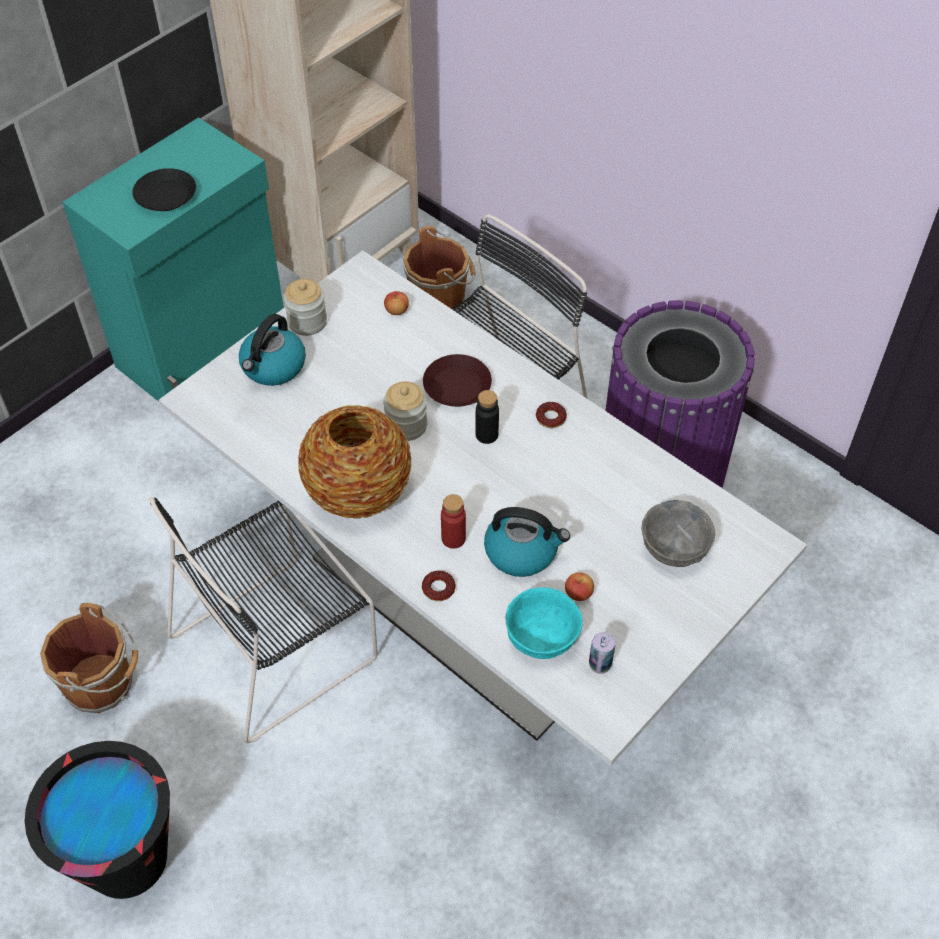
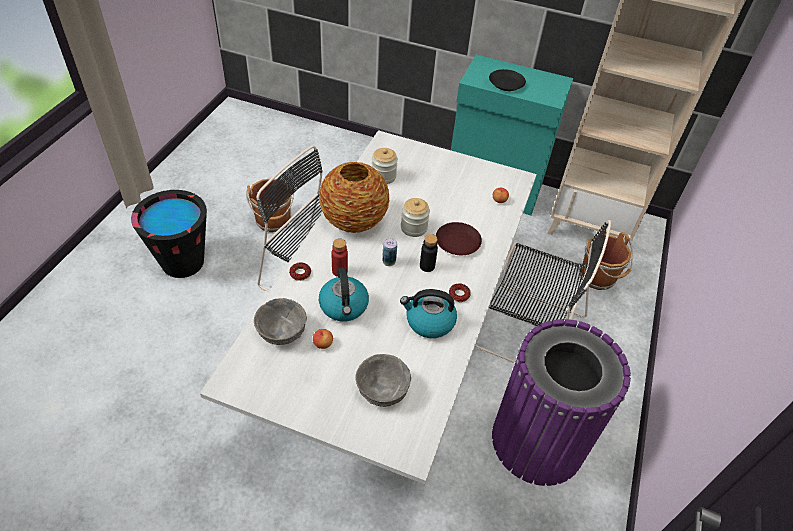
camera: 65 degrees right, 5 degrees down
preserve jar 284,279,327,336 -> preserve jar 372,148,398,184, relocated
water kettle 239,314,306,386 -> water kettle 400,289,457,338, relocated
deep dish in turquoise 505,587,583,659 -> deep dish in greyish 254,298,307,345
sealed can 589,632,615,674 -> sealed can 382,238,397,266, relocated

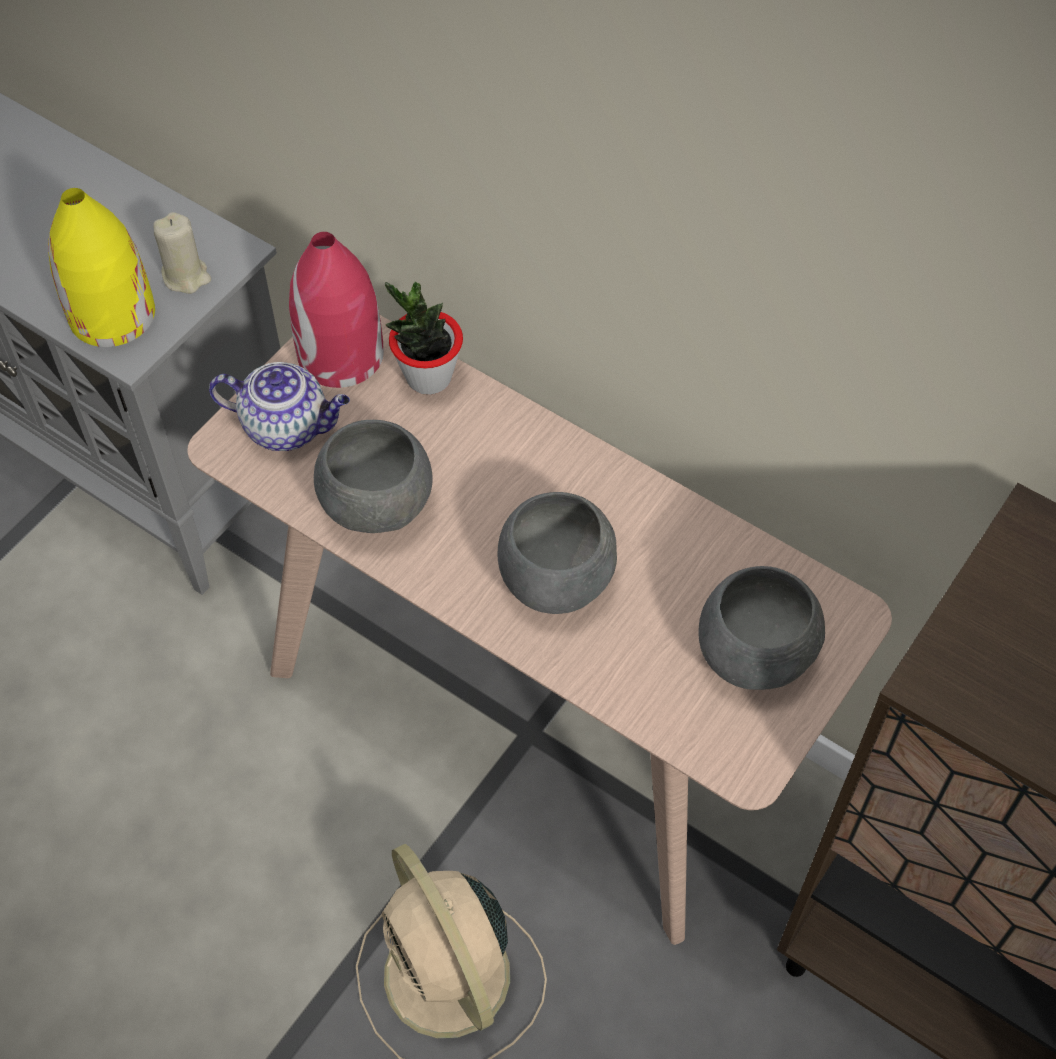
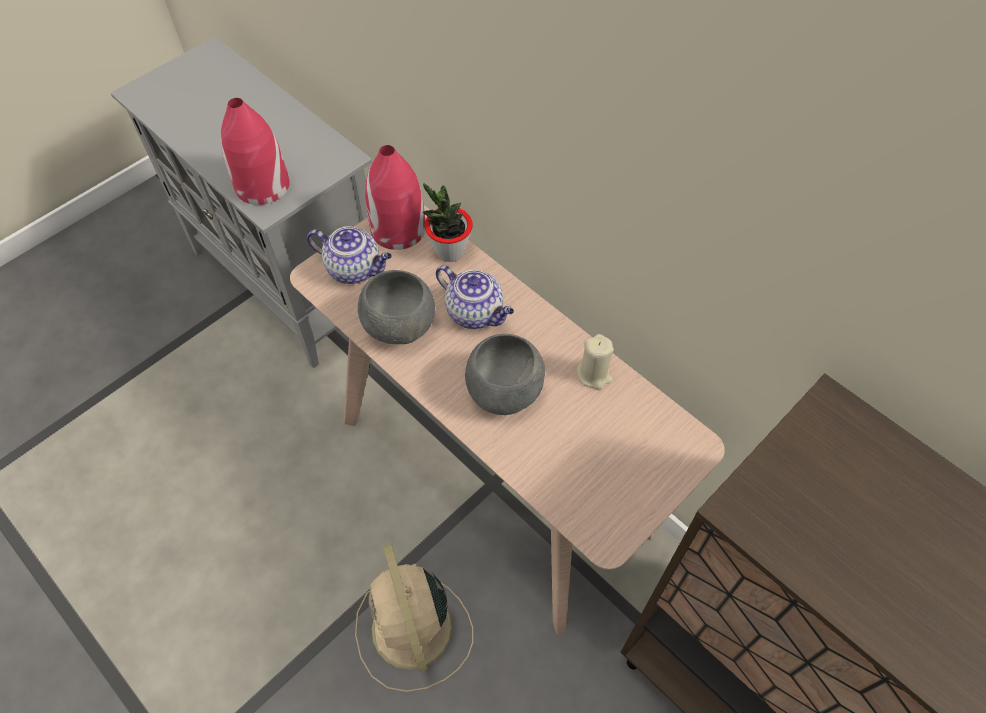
camera: 10 degrees right, 0 degrees up
vase in yellow-coloured 48,188,155,347 -> vase in red-coloured 220,98,290,205
wax candle in sand-coloured 153,212,211,294 -> wax candle in sand-coloured 577,334,614,390, relocated
deep dish in greyish 698,566,825,690 -> none
none -> tea pot 436,265,514,329

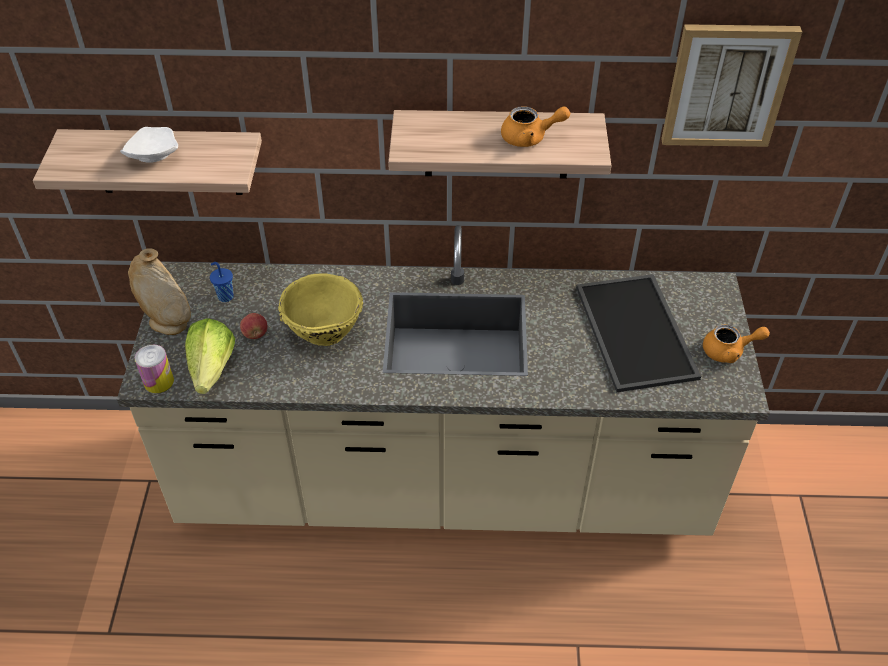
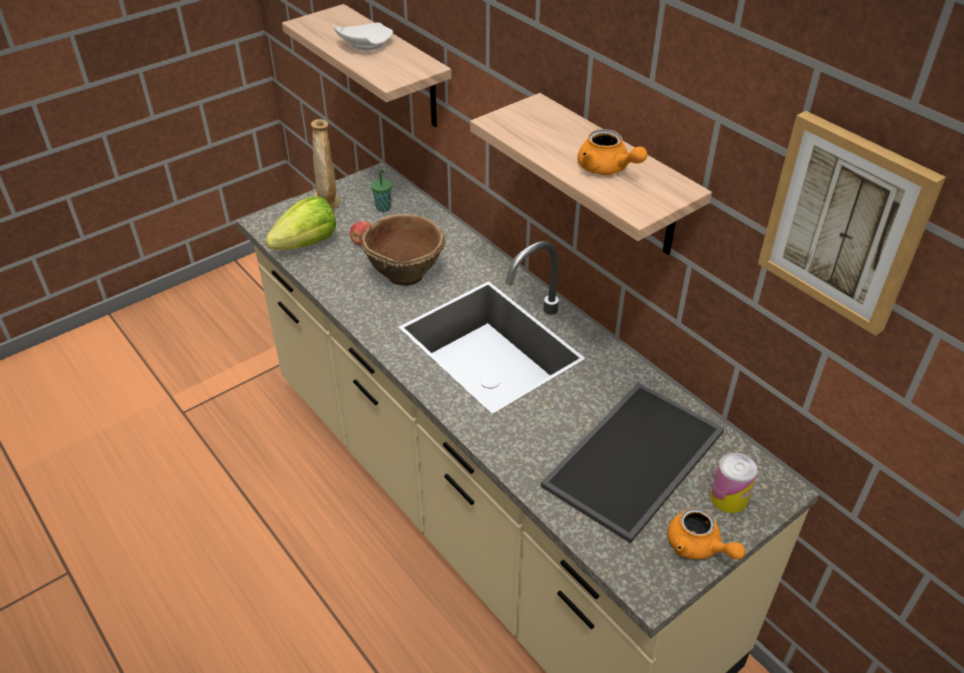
camera: 50 degrees right, 5 degrees down
small cup in blue-coloured 210,262,234,302 -> small cup in green-coloured 371,169,392,212
deep dish in yellow-coloured 278,273,363,346 -> deep dish in brownish 361,214,446,286
sealed can 135,345,174,393 -> sealed can 710,453,758,513, relocated

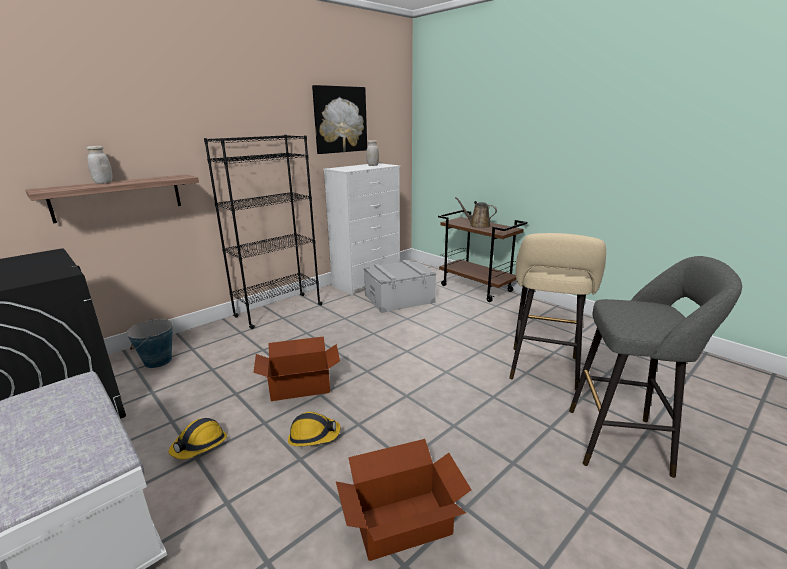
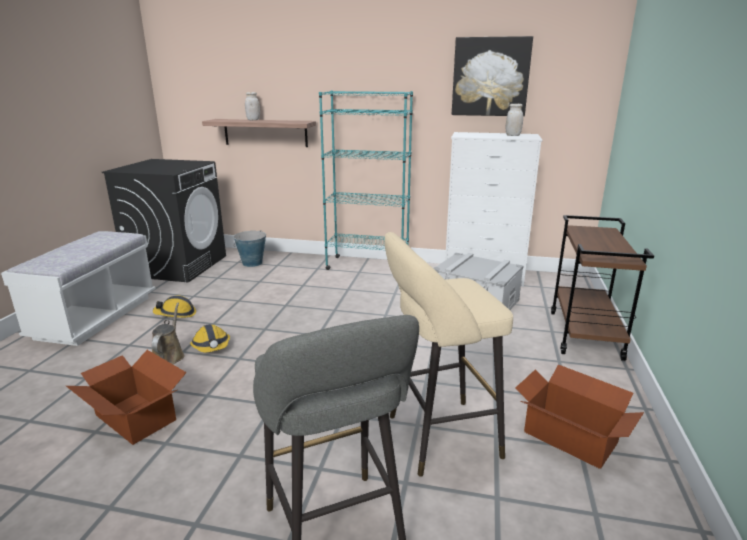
camera: 55 degrees right, 0 degrees up
bookshelf in blackish 204,135,323,329 -> bookshelf in turquoise 319,90,413,270
sprinkling can in brownish 455,197,497,228 -> sprinkling can in brownish 152,303,185,364, relocated
packing box 253,336,340,401 -> packing box 516,364,644,469, relocated

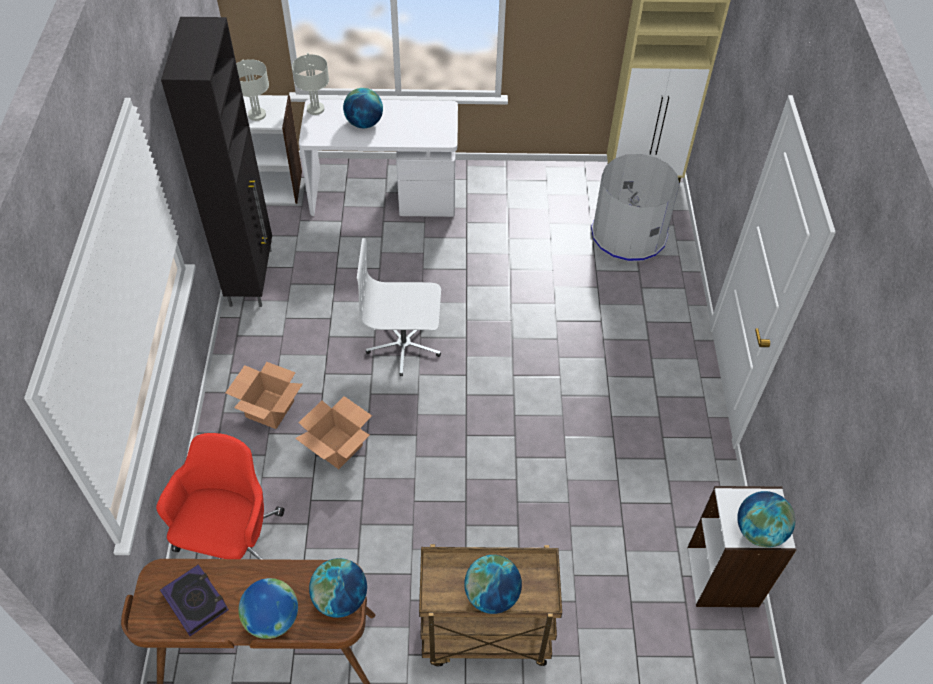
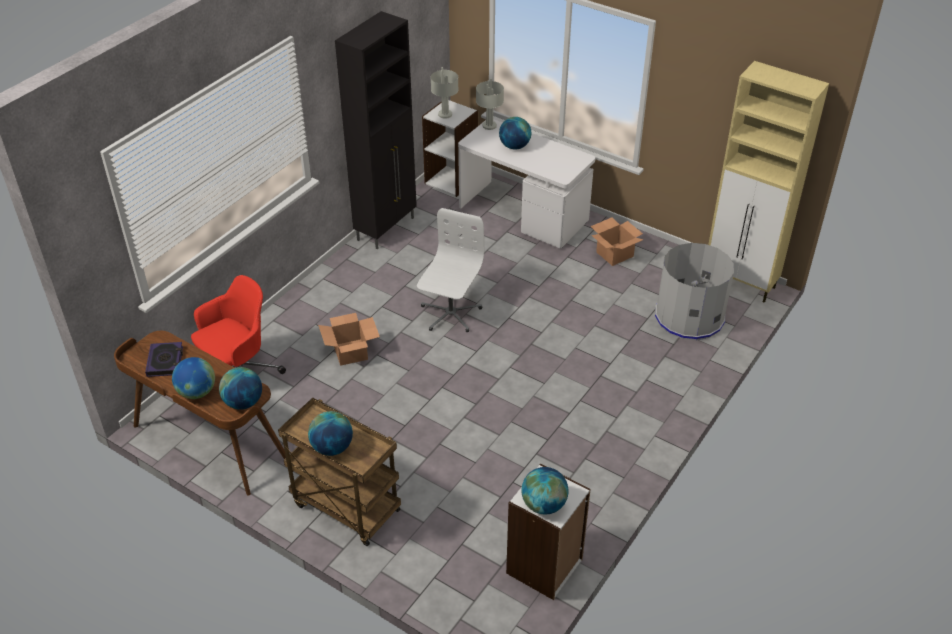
camera: 35 degrees right, 10 degrees down
office chair in whitish 357,238,441,376 -> office chair in whitish 417,208,484,332, 75 degrees clockwise
packing box 225,362,303,429 -> packing box 591,217,644,266, relocated

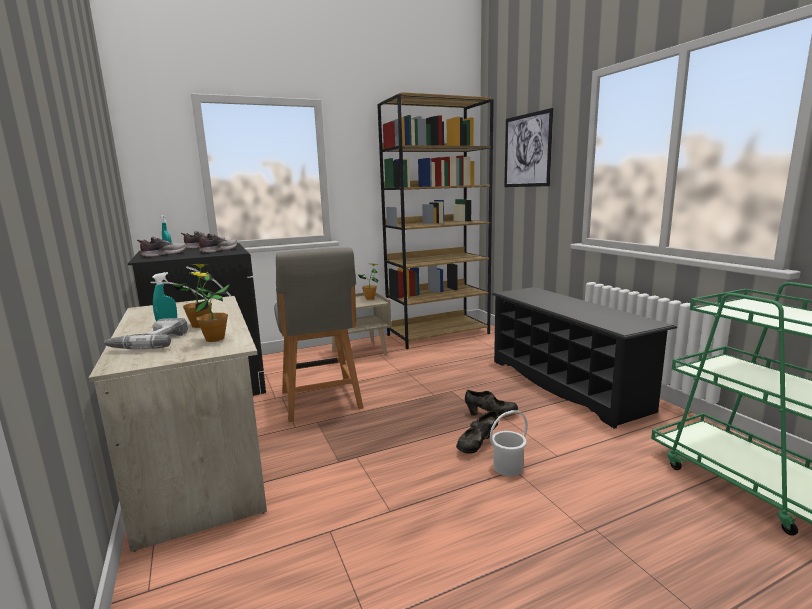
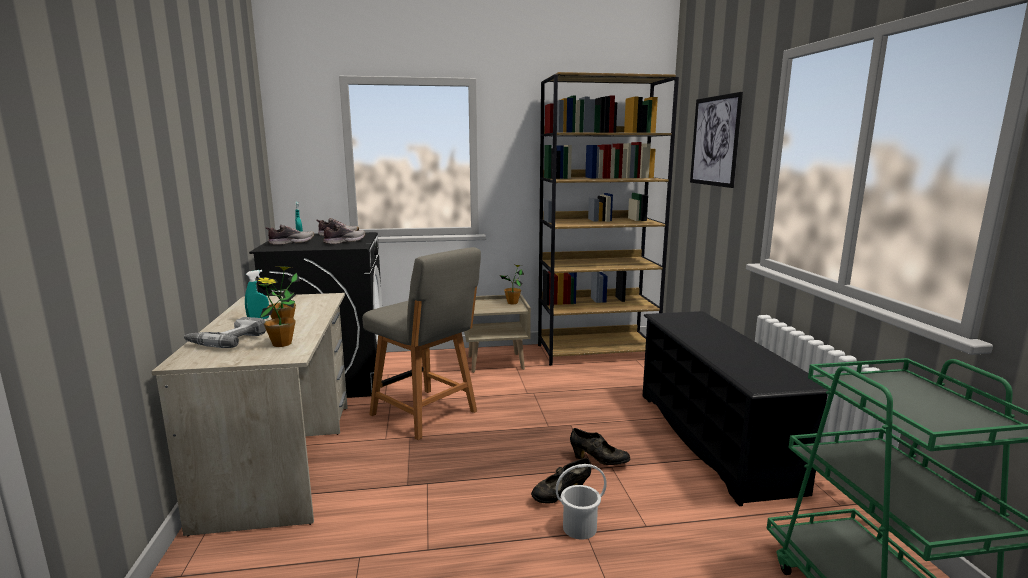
camera: 15 degrees right, 0 degrees up
chair in greyish 274,247,363,422 -> chair in greyish 362,247,481,440, 45 degrees counterclockwise

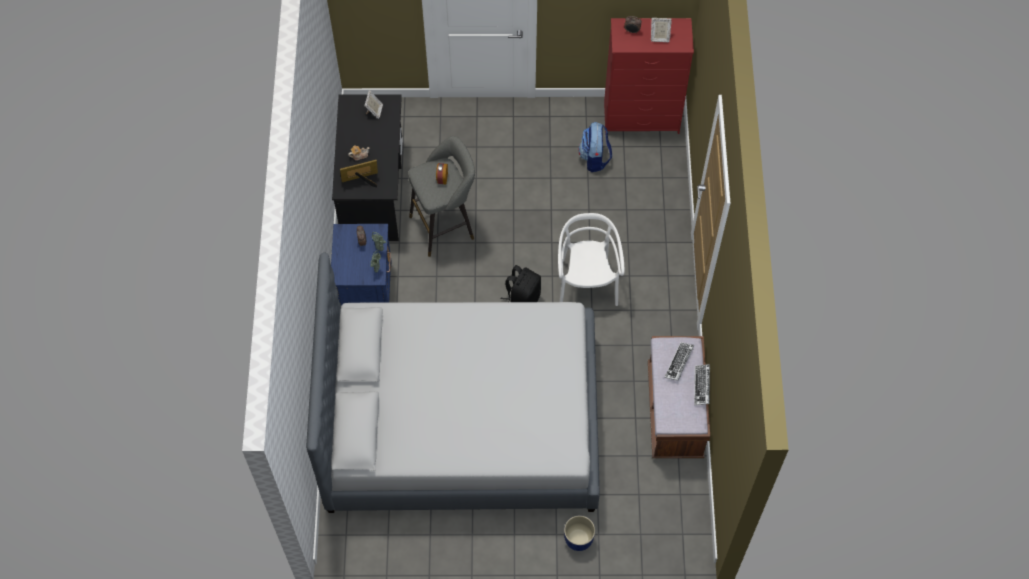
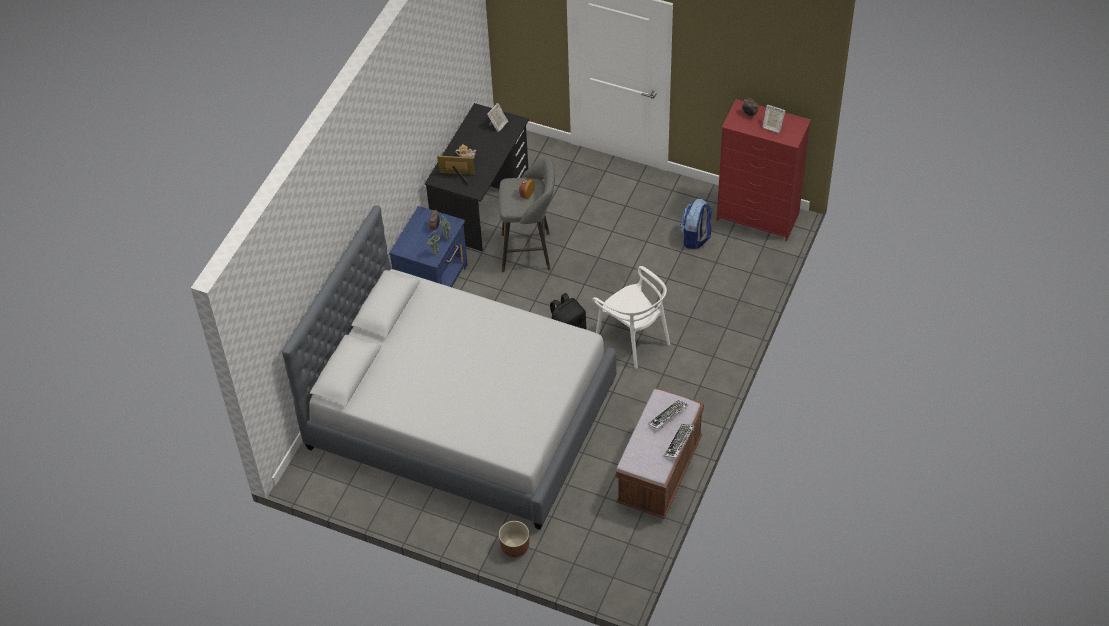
camera: 25 degrees right, 10 degrees down
chair in whitish 558,213,625,306 -> chair in whitish 593,266,670,369, 120 degrees clockwise
flower pot in blue-coloured 564,515,595,551 -> flower pot in brownish 499,521,529,558

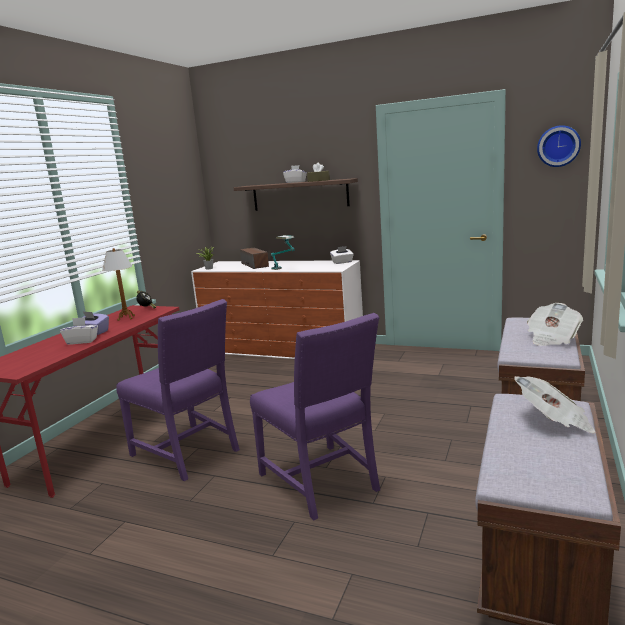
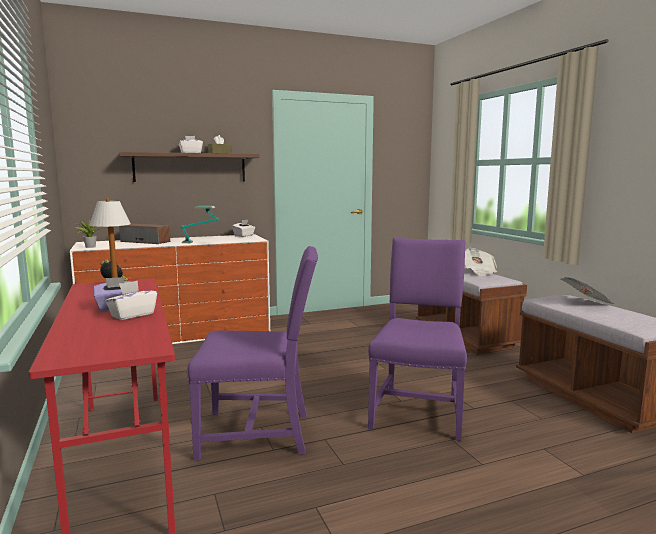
camera: 45 degrees left, 5 degrees down
hanging clock 537,125,581,167 -> none
chair in purplish 250,313,380,521 -> chair in purplish 368,238,467,441, 90 degrees counterclockwise

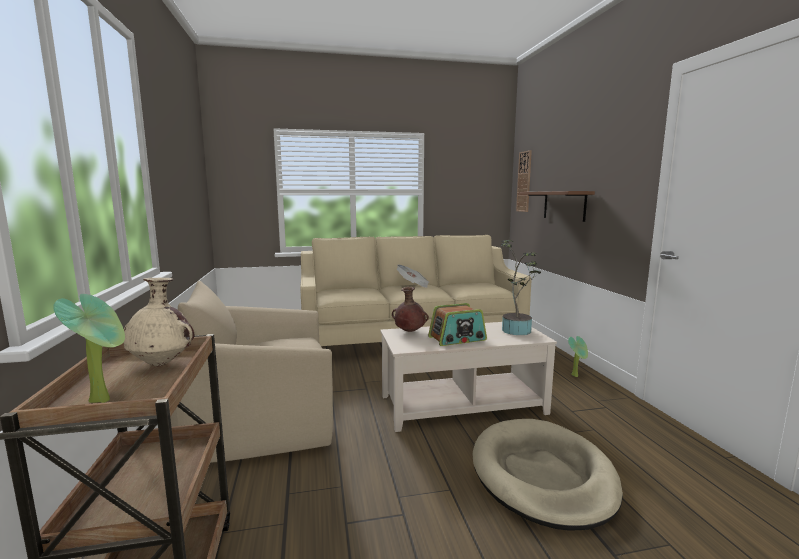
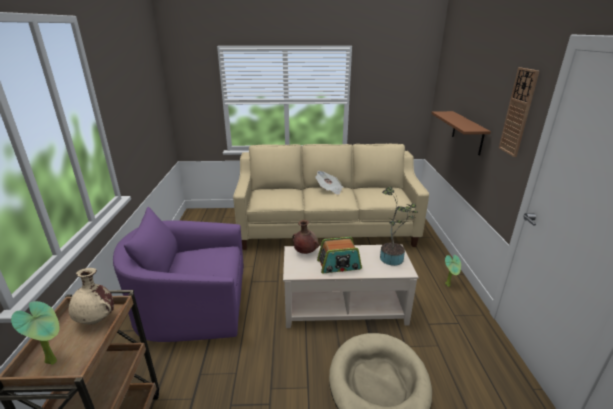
camera: 10 degrees right, 15 degrees up
hanging clock 516,150,532,212 -> hanging clock 499,67,539,157, relocated
easy chair in sand-coloured 170,281,333,462 -> easy chair in purplish 113,207,243,342

